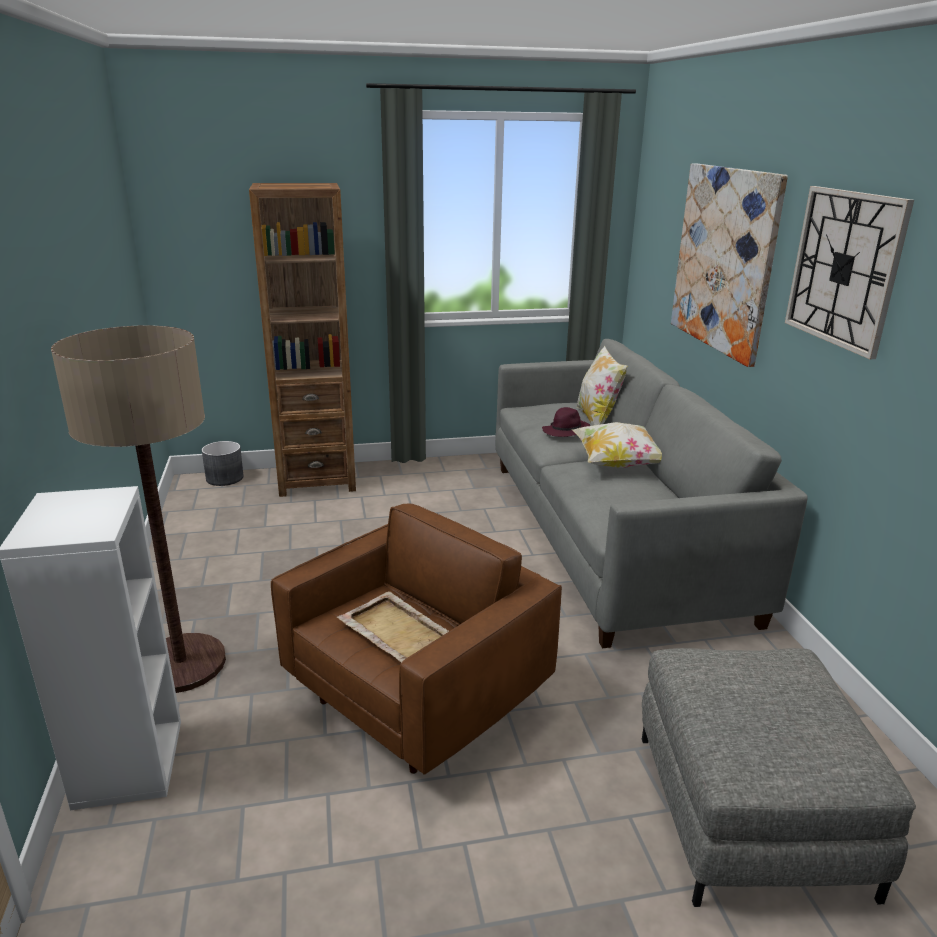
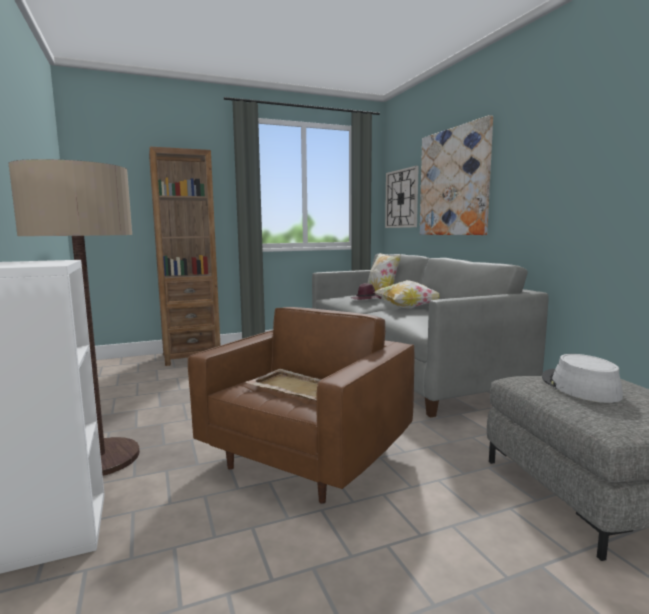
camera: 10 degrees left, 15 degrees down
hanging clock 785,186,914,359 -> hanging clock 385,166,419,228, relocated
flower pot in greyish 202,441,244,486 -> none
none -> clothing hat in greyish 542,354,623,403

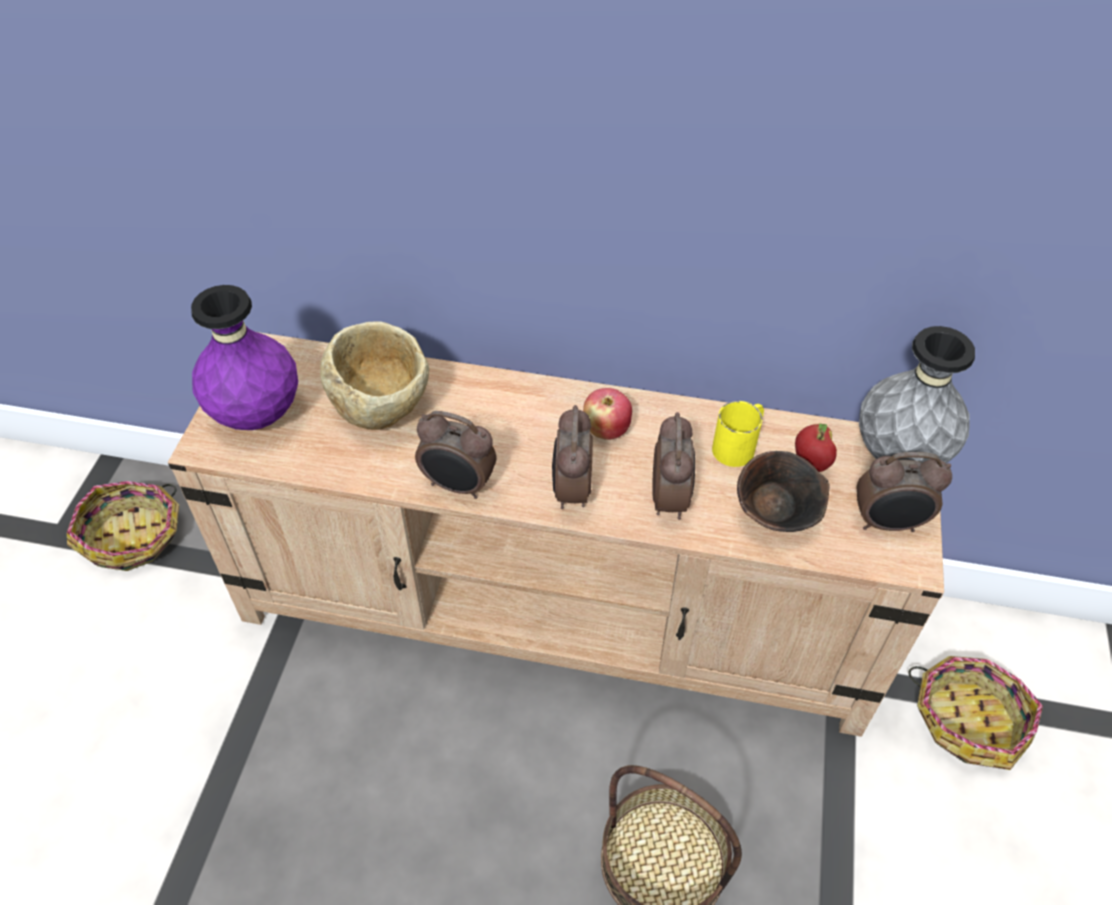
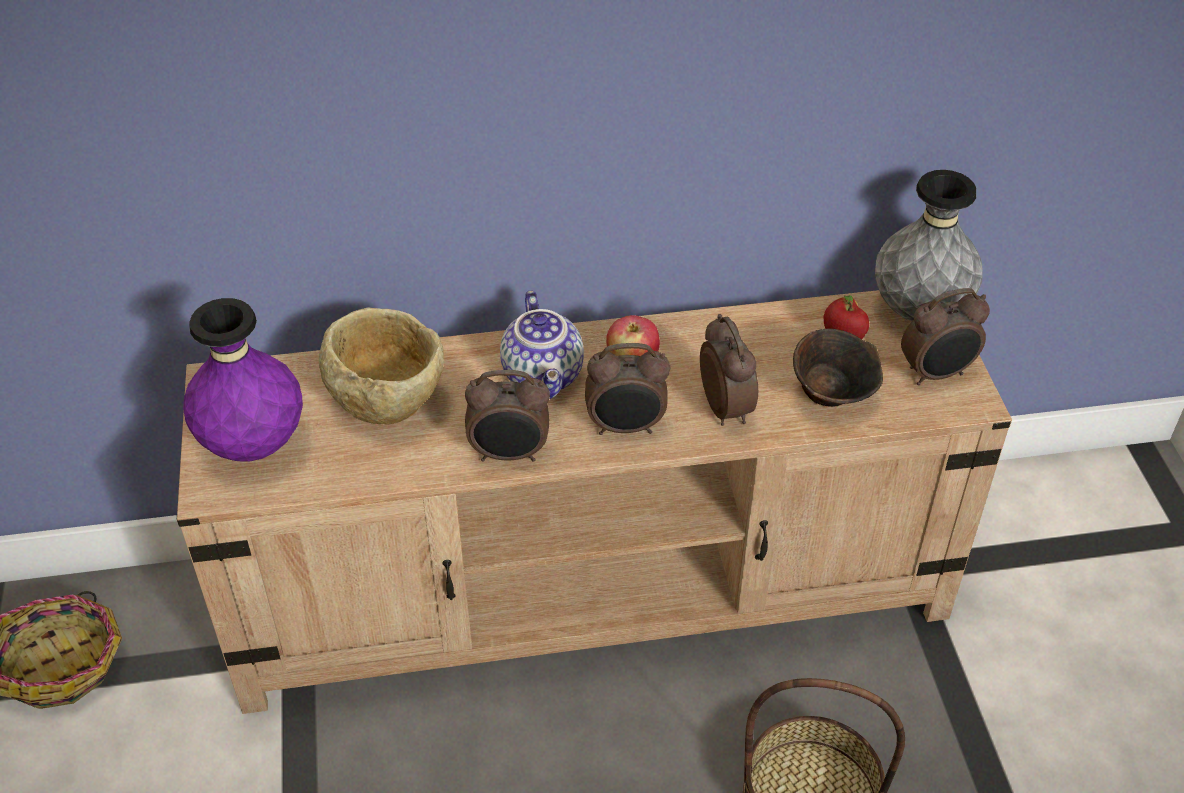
camera: 20 degrees left, 5 degrees down
mug in yellow-coloured 712,401,764,467 -> none
bedside clock 552,405,593,509 -> bedside clock 585,343,670,435, 75 degrees counterclockwise
household basket 908,656,1043,770 -> none
none -> tea pot 500,291,584,399

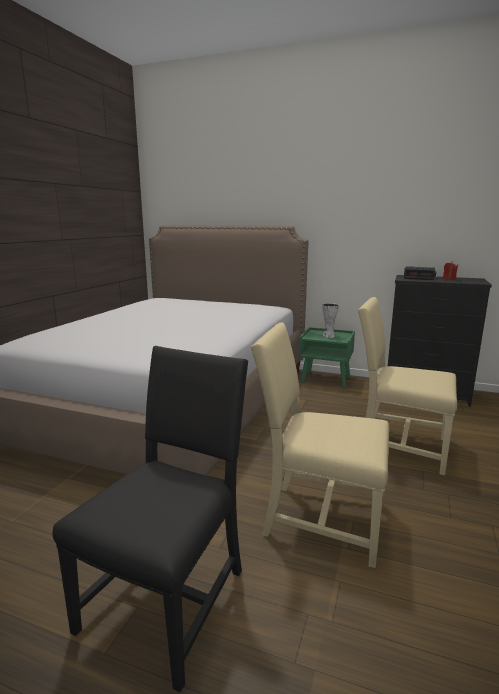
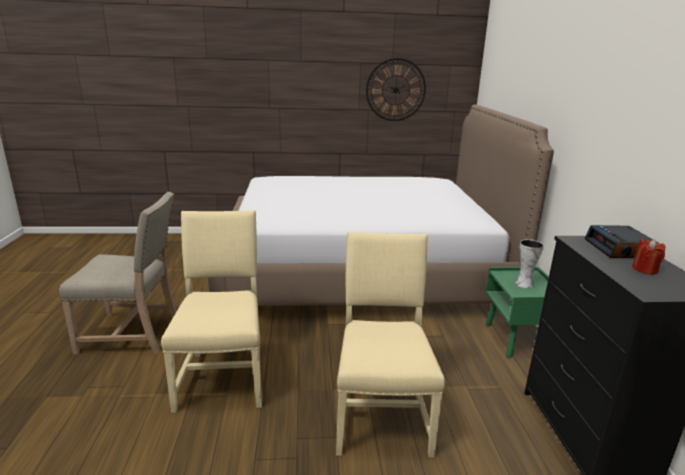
camera: 65 degrees right, 5 degrees up
chair in blackish 53,346,248,692 -> chair in sand-coloured 58,192,177,355
none -> hanging clock 366,58,426,121

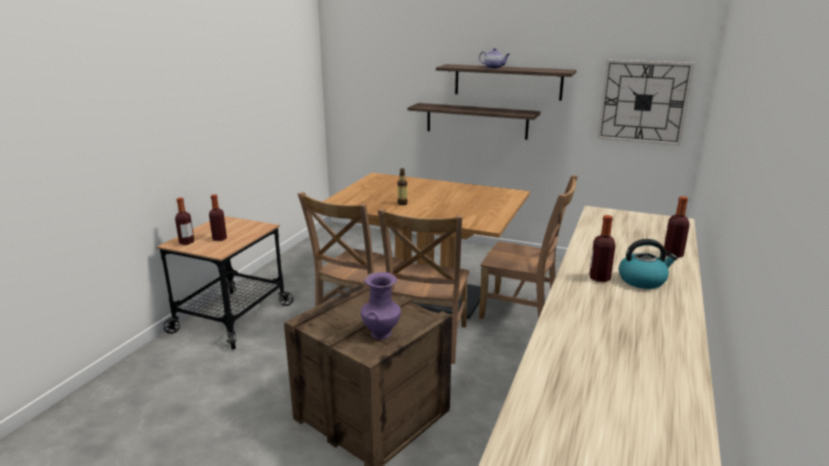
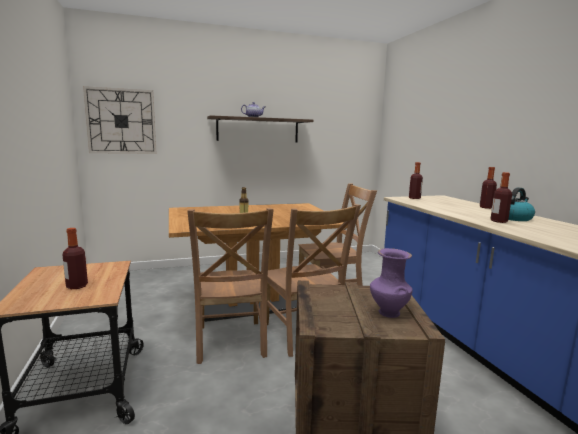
camera: 40 degrees left, 10 degrees down
hanging clock 597,59,694,146 -> hanging clock 83,86,157,154, relocated
wall shelf 407,103,541,140 -> none
drink bottle 175,198,194,245 -> drink bottle 409,162,423,199, relocated

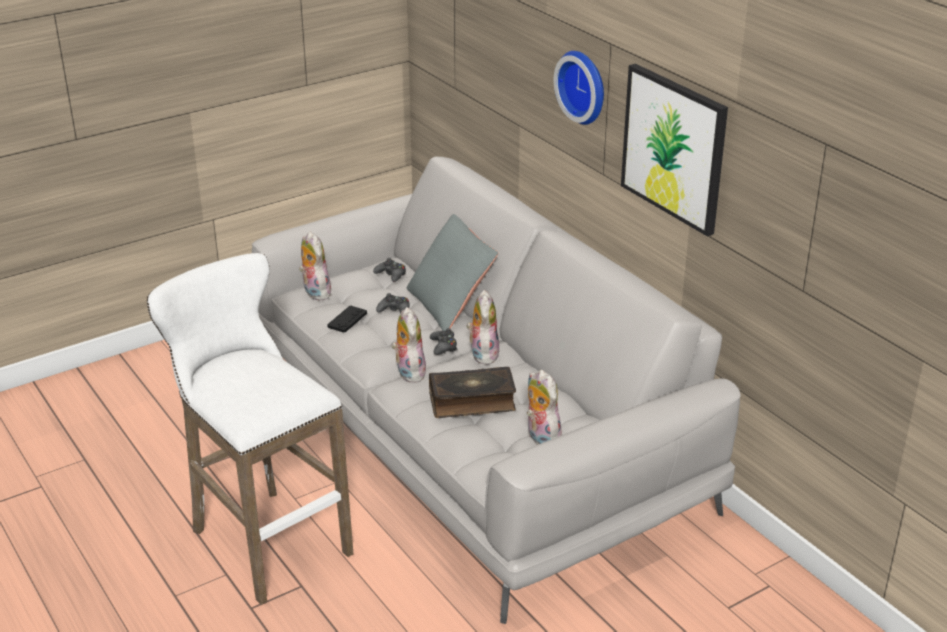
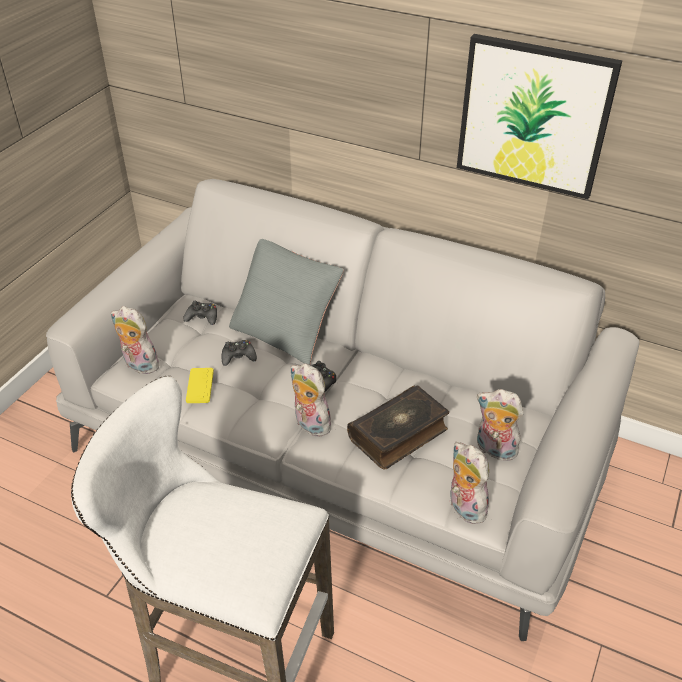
camera: 30 degrees left, 10 degrees up
hanging clock 554,51,604,125 -> none
soft toy 467,290,499,365 -> soft toy 450,442,489,524, relocated
game controller in blackish 327,306,367,333 -> game controller in yellow-coloured 186,368,214,403

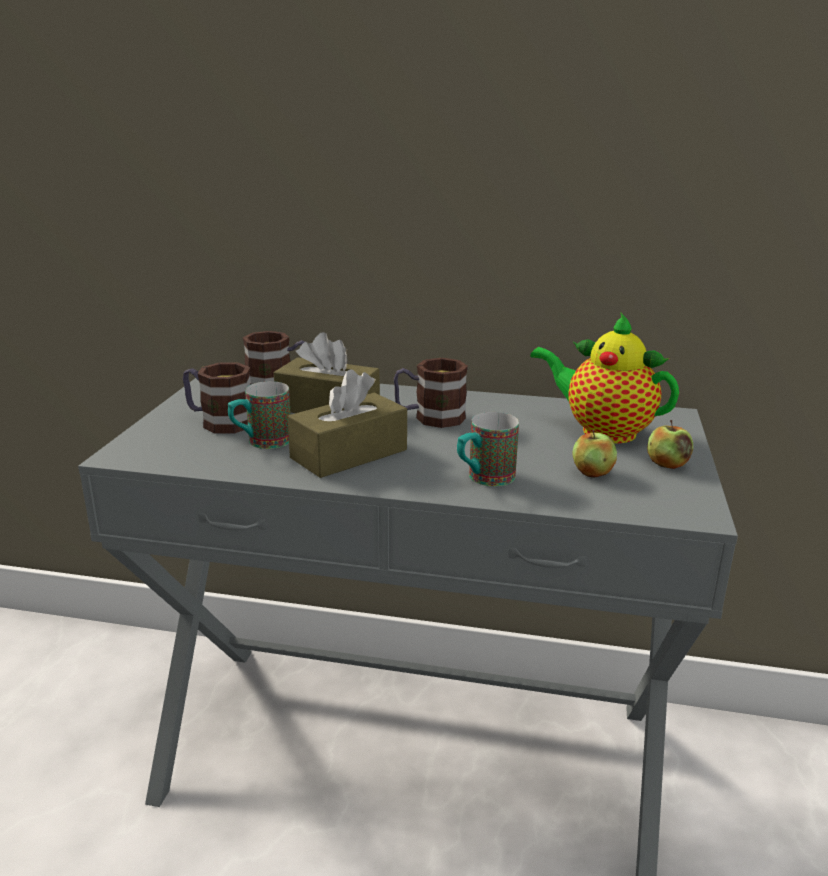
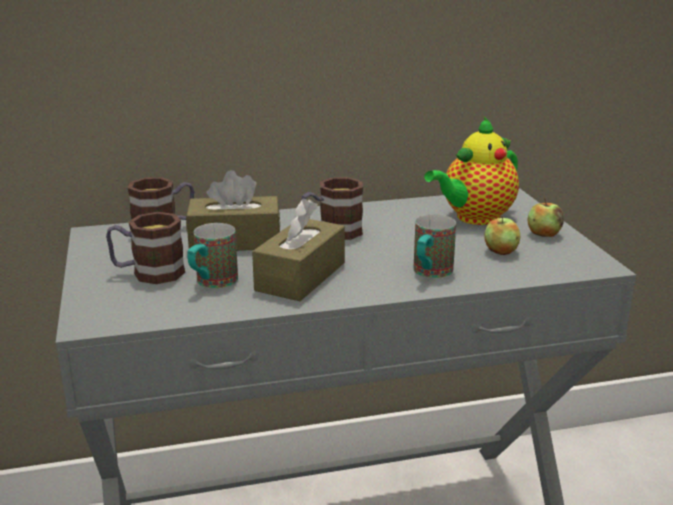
camera: 25 degrees left, 0 degrees up
tea pot 530,313,679,443 -> tea pot 424,117,519,225, 45 degrees counterclockwise

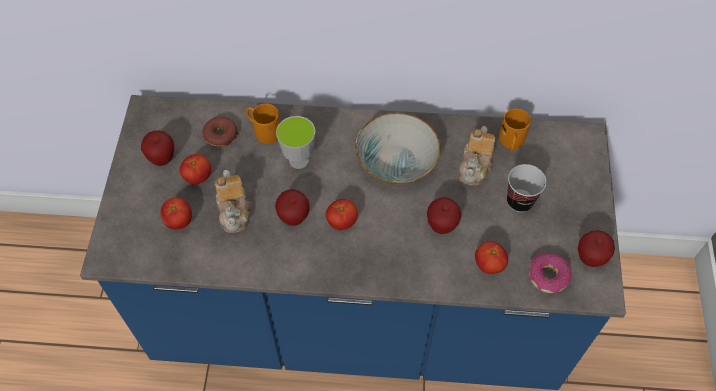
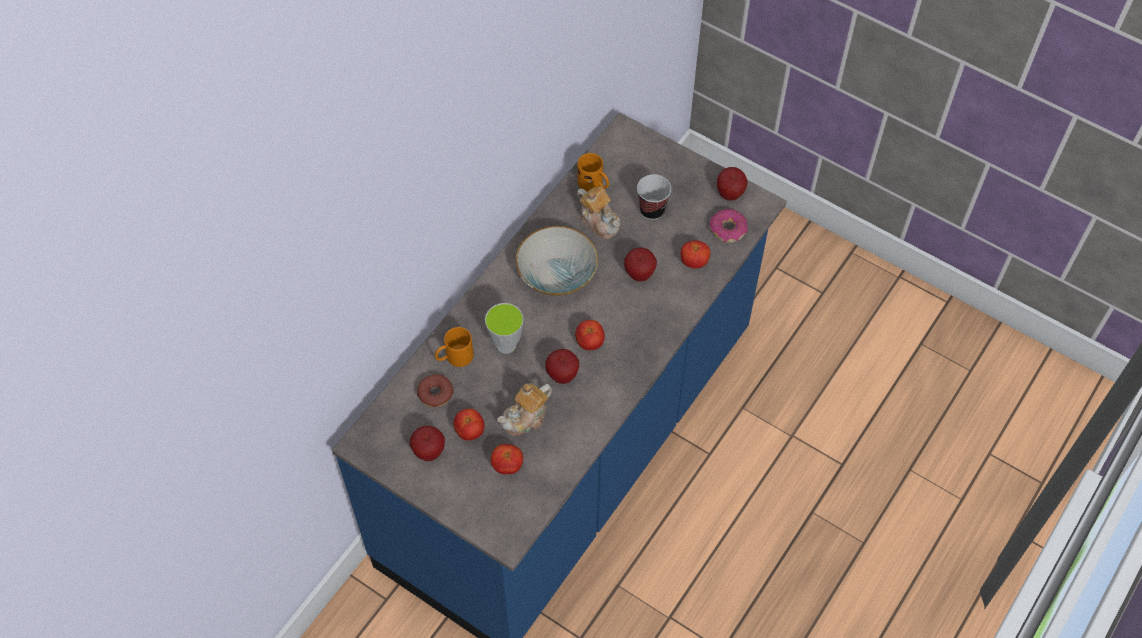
camera: 60 degrees left, 0 degrees up
tea pot 215,170,251,233 -> tea pot 497,383,552,436, 120 degrees clockwise

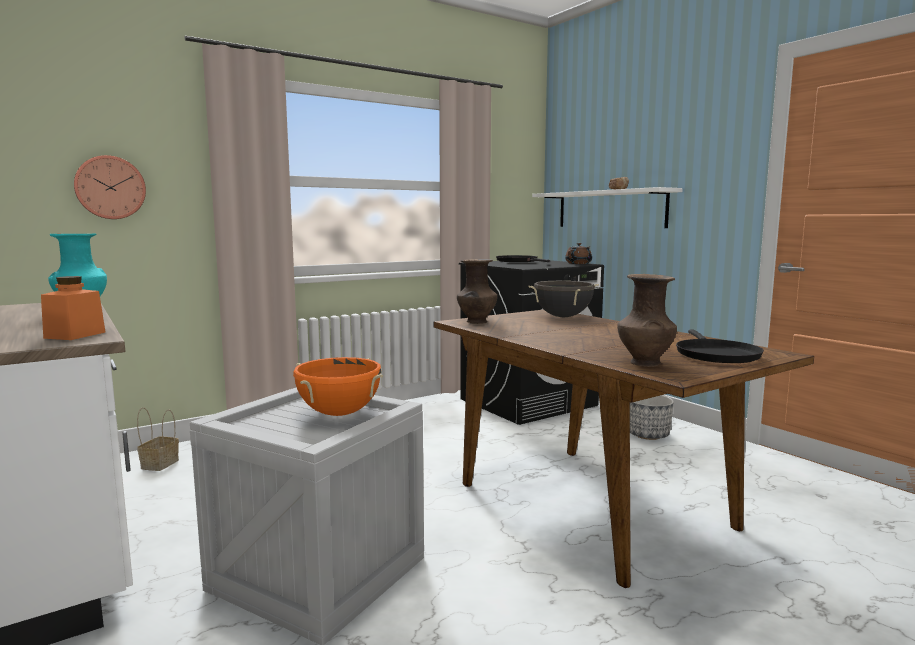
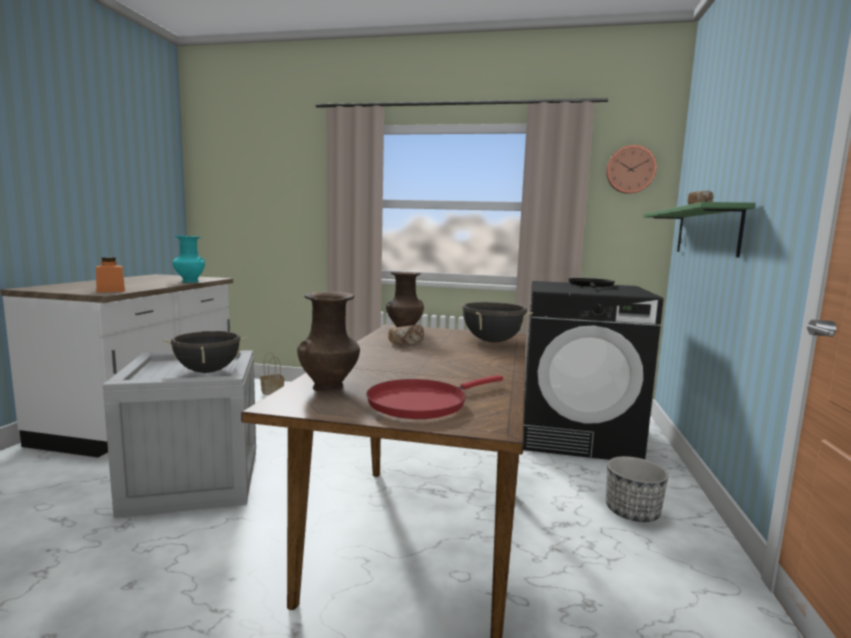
camera: 45 degrees right, 0 degrees up
hanging clock 74,155,146,219 -> hanging clock 606,145,657,194, relocated
wall shelf in whitish 532,187,683,228 -> wall shelf in green-coloured 643,202,755,257
tea pot in brownish 565,243,592,264 -> none
pan in blackish 676,330,764,363 -> pan in red-coloured 366,375,503,419
stockpot in orange 293,357,383,416 -> stockpot in blackish 163,331,248,373
none -> bread 388,325,424,345

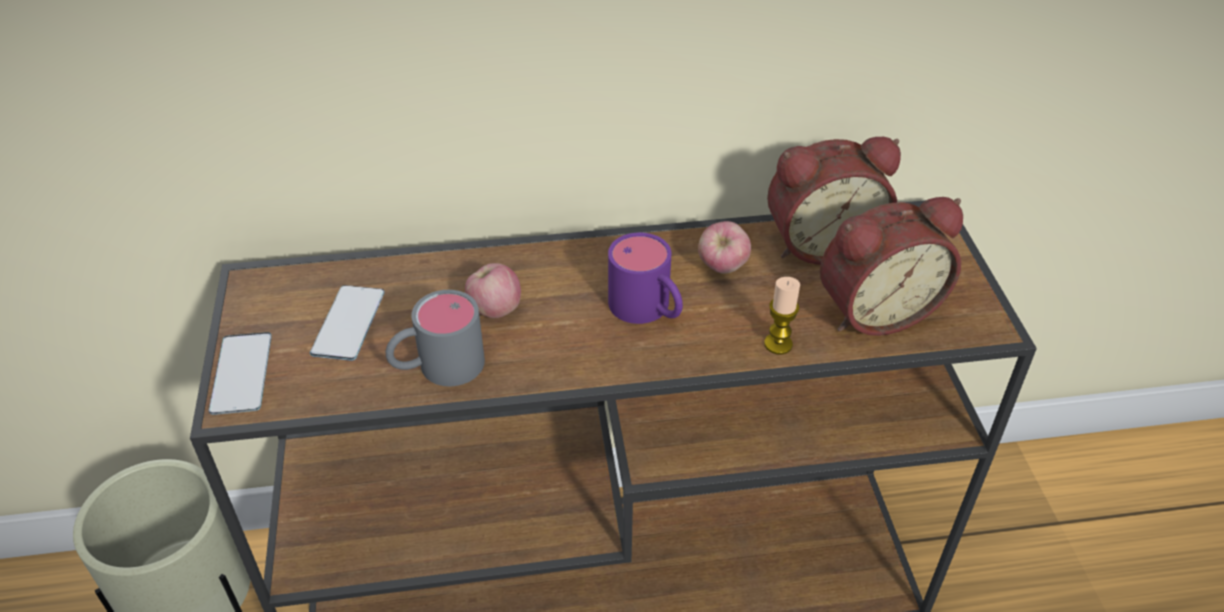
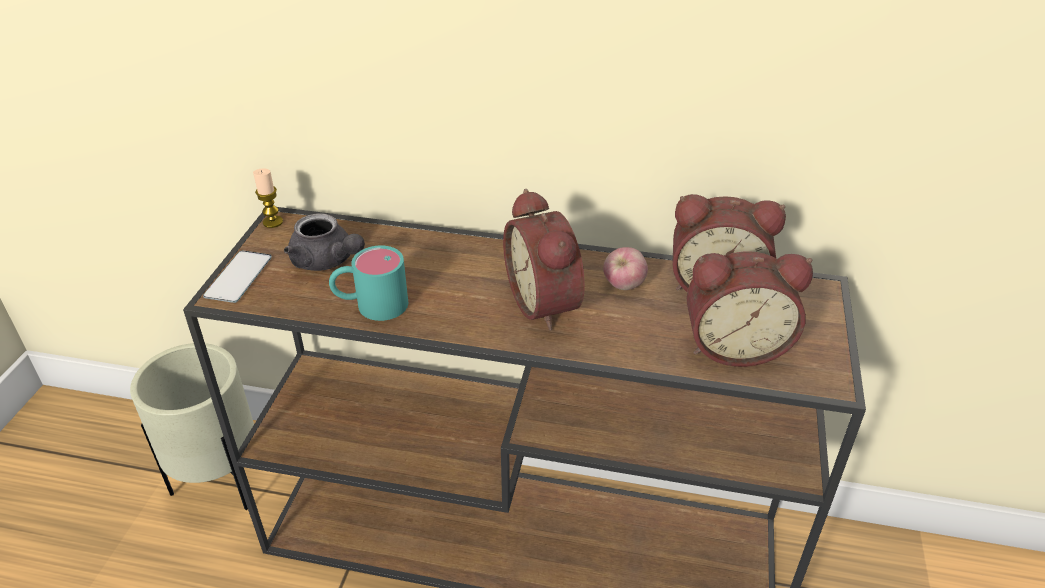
camera: 20 degrees right, 5 degrees down
mug in purplish 608,233,683,324 -> bedside clock 503,189,585,331
apple fruit 465,263,521,318 -> none
wax candle 764,277,800,354 -> wax candle 253,169,283,228, relocated
phone 310,285,385,361 -> tea pot in greyish 284,213,365,271
mug in greyish 386,290,485,386 -> mug in turquoise 329,245,408,321

